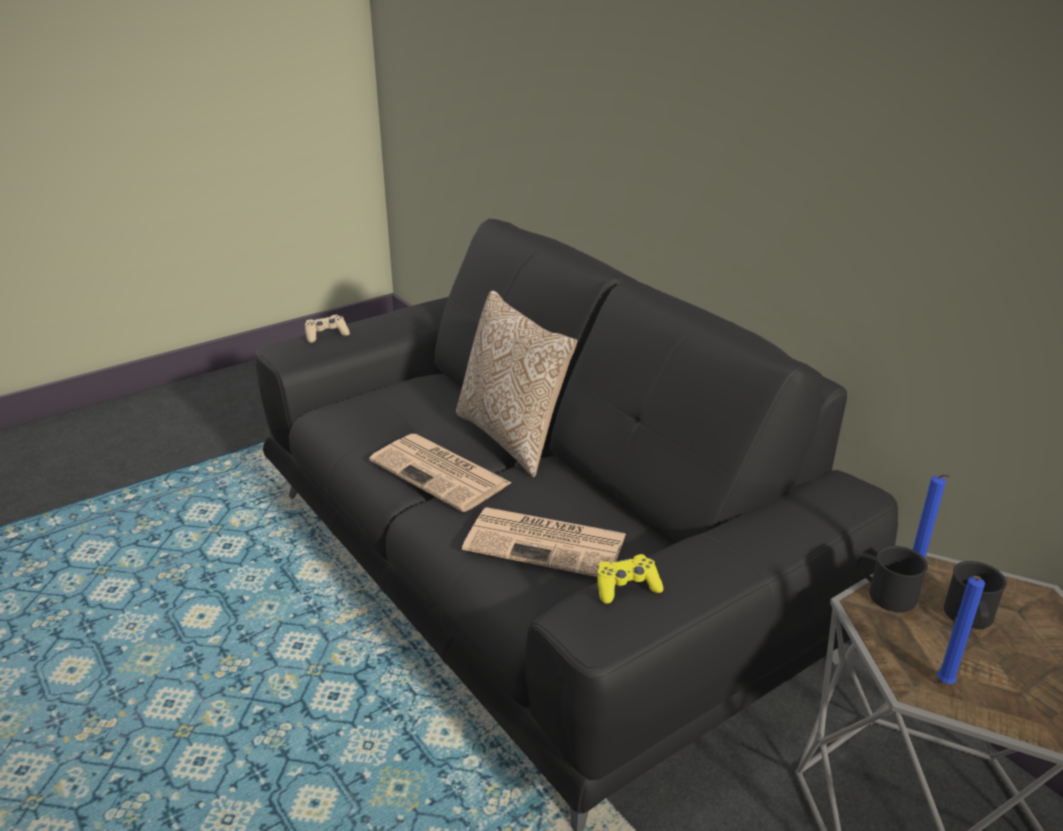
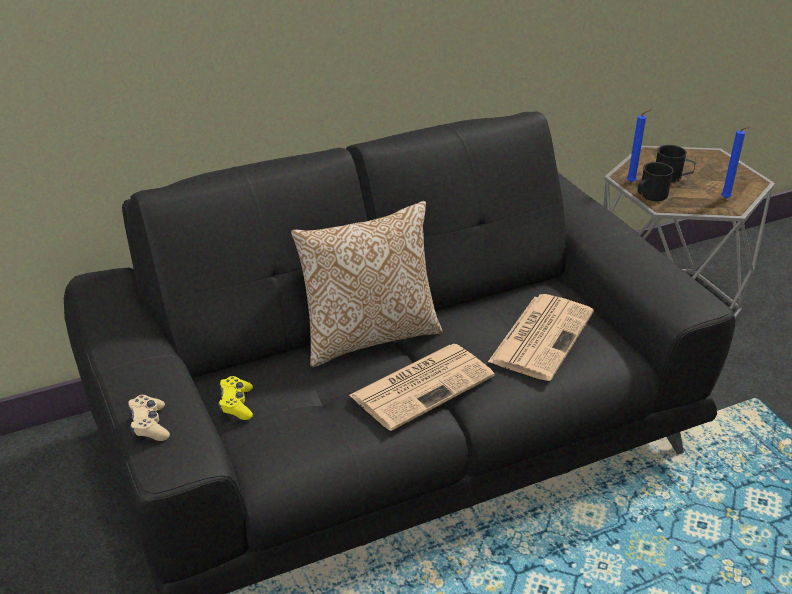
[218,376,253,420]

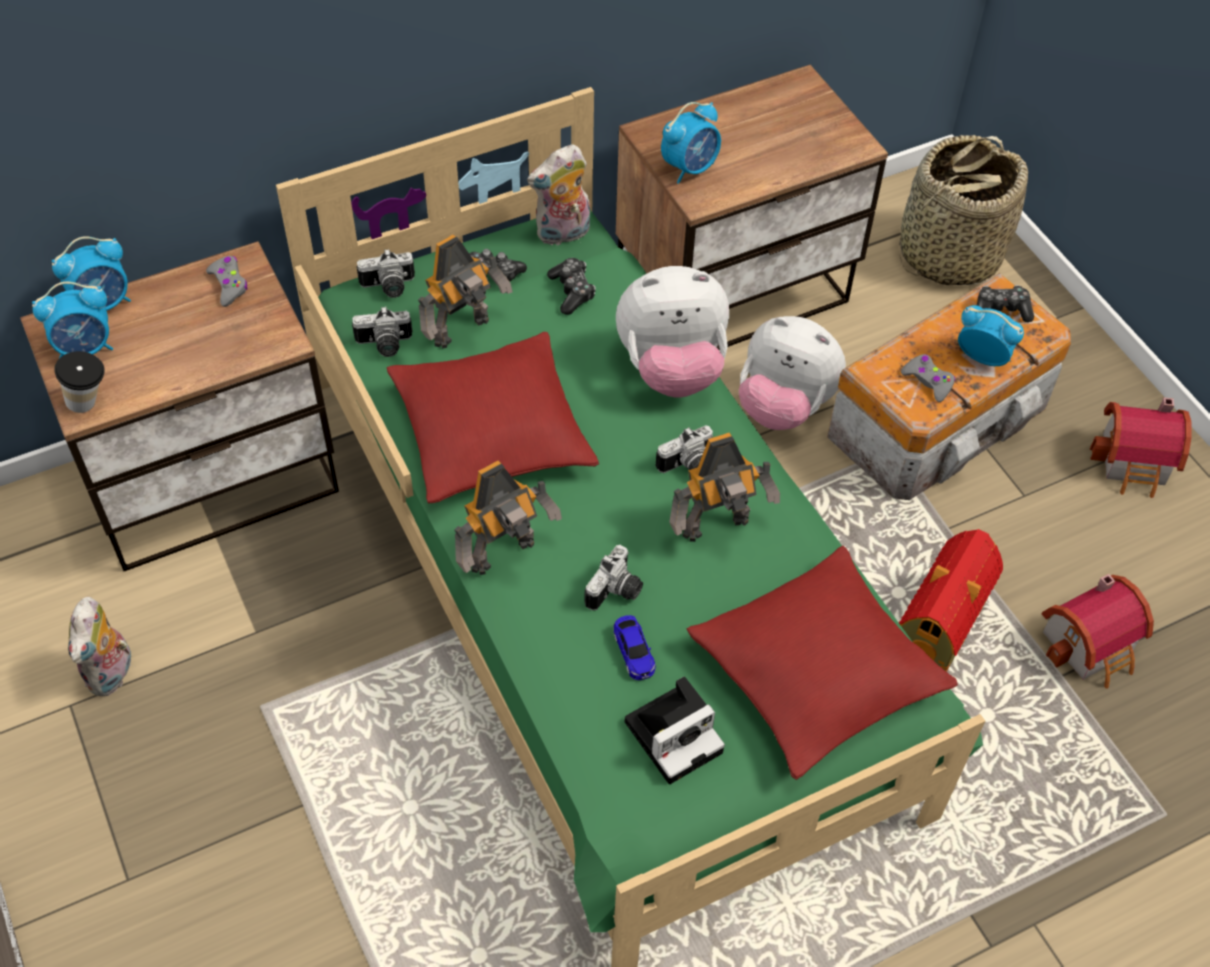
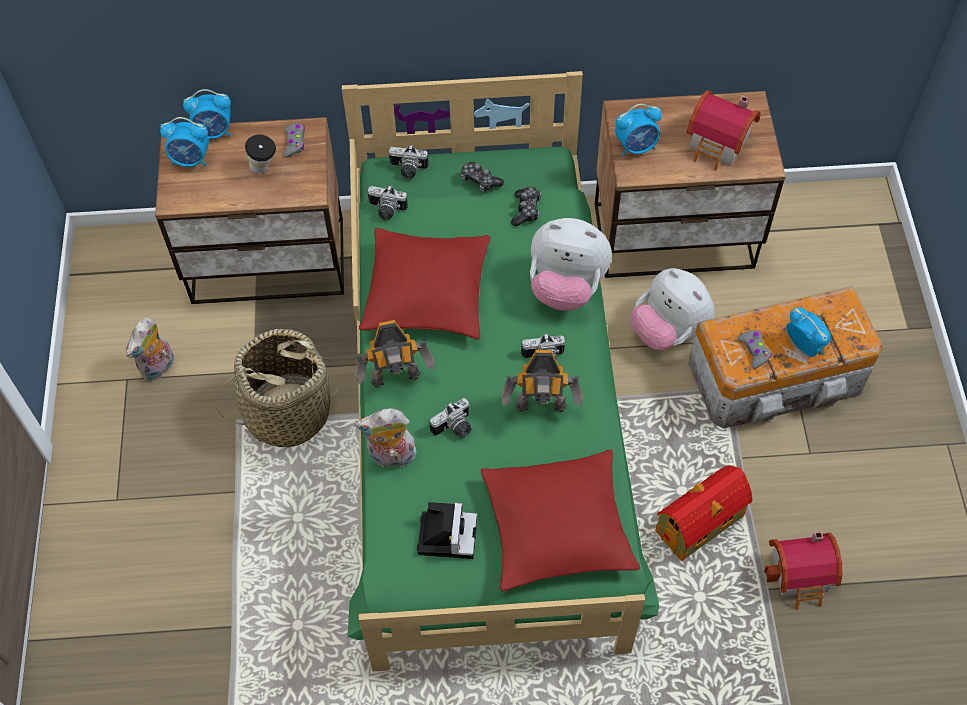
[216,329,341,448]
[355,408,419,467]
[418,235,513,349] (first image)
[977,285,1034,322] (first image)
[245,135,276,174]
[686,90,760,171]
[614,615,656,680] (first image)
[417,502,477,559]

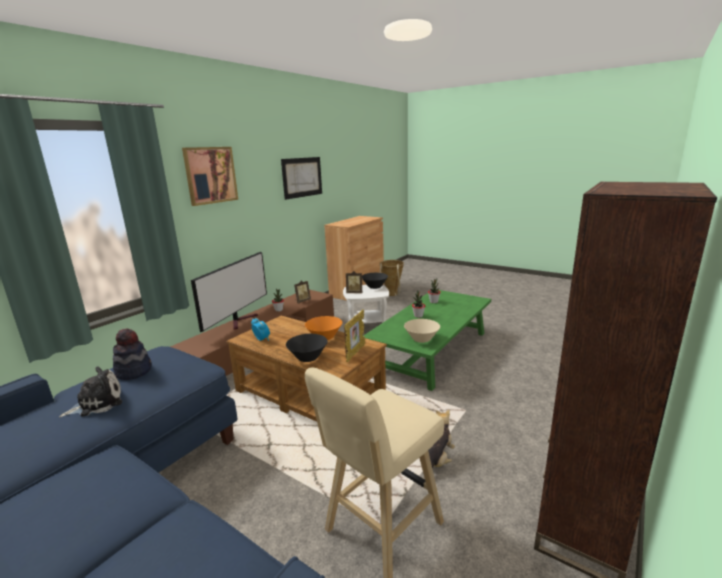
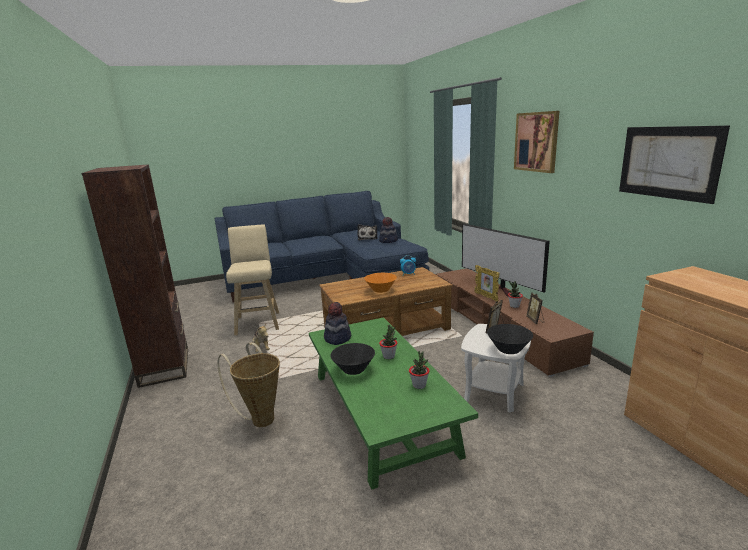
[217,342,280,427]
[474,265,500,301]
[324,302,351,345]
[330,343,375,375]

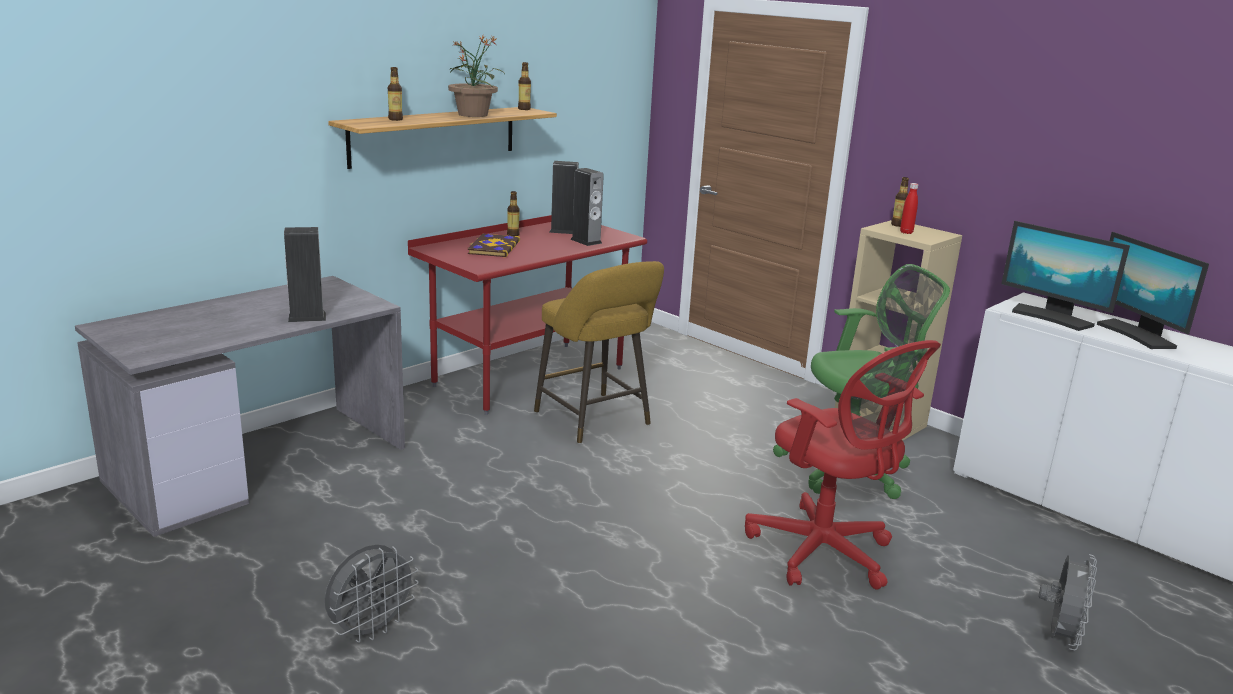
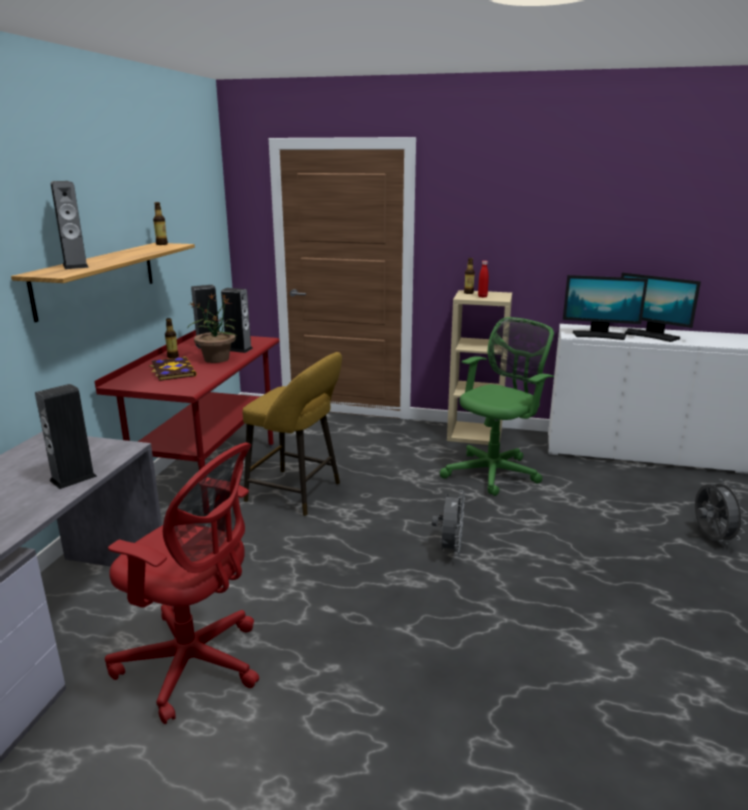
[188,293,237,363]
[51,181,89,269]
[105,443,259,724]
[432,490,465,557]

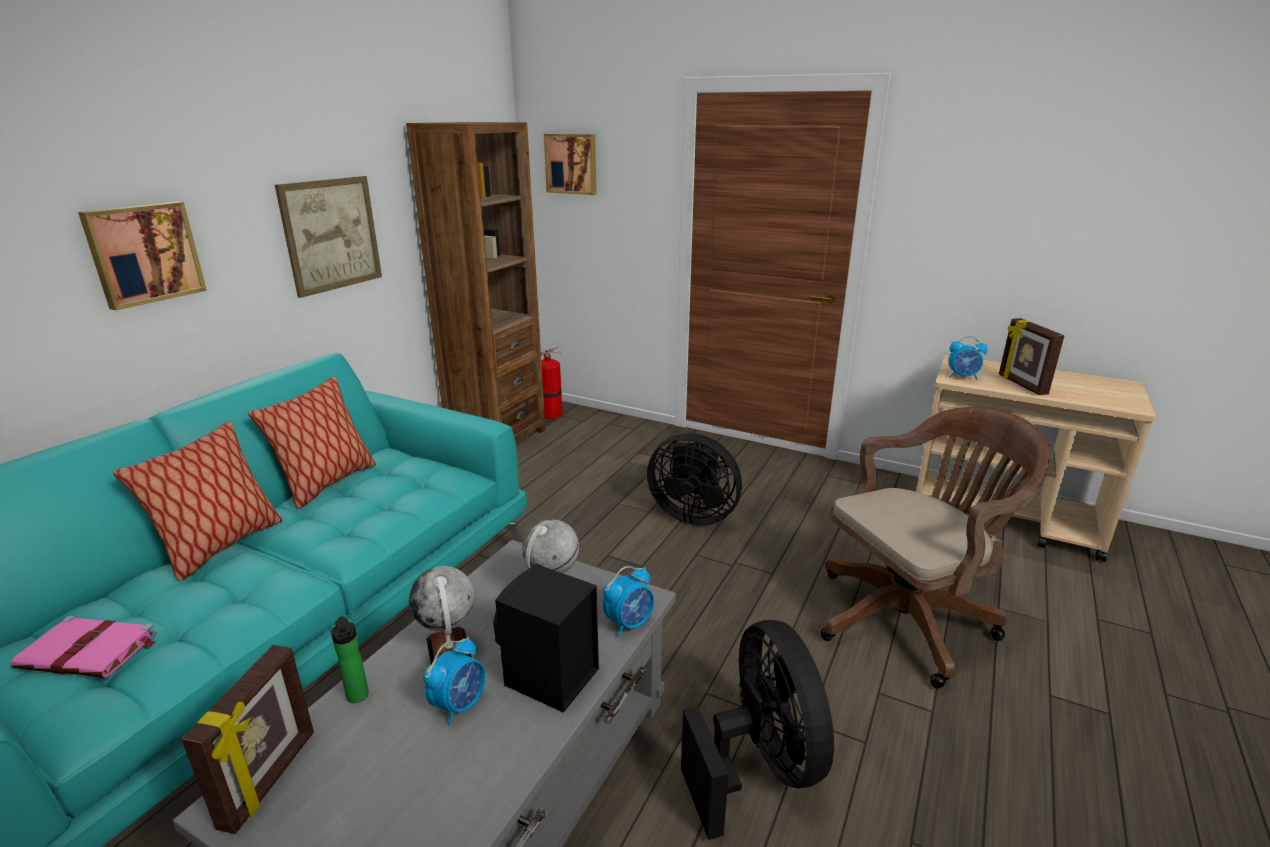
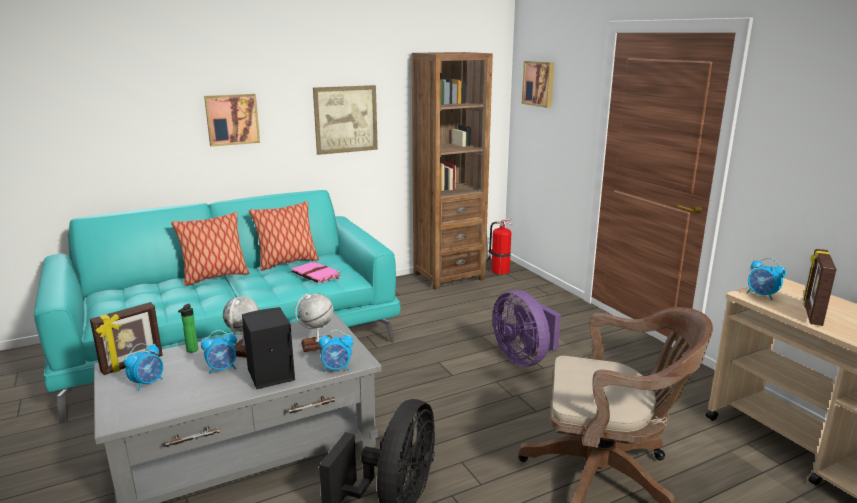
[493,290,561,367]
[292,261,341,283]
[124,343,163,391]

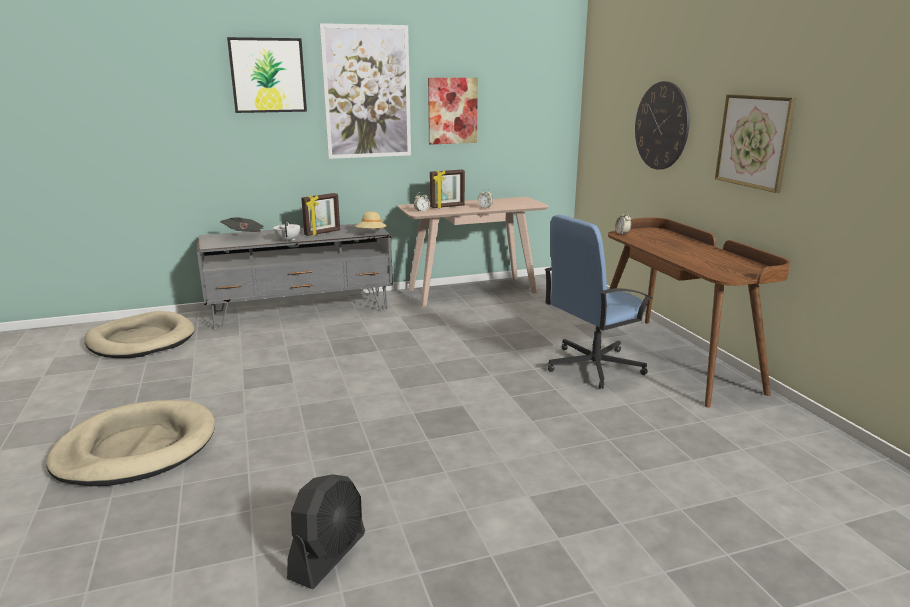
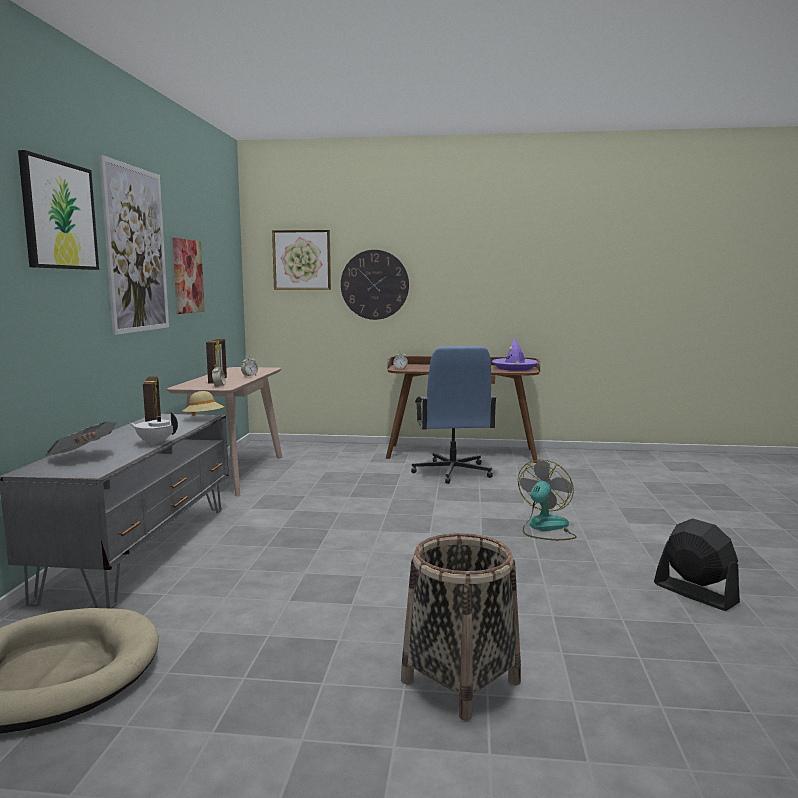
[272,230,331,290]
[401,533,521,721]
[492,338,538,371]
[518,459,577,540]

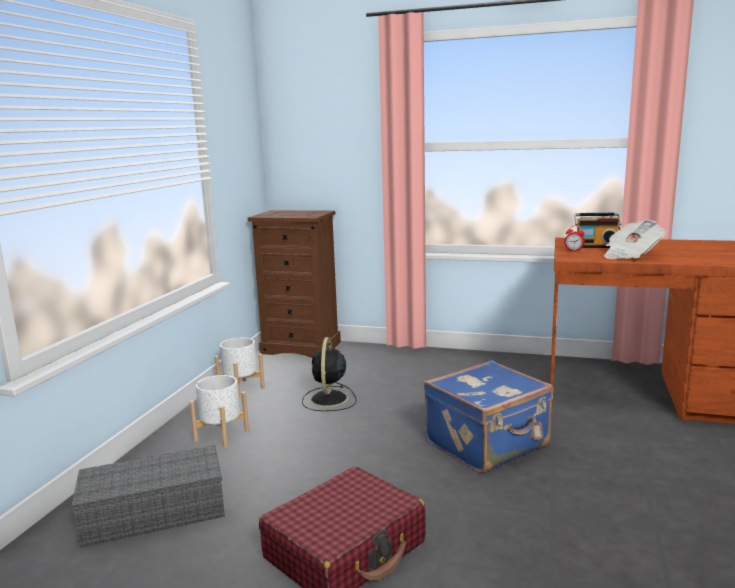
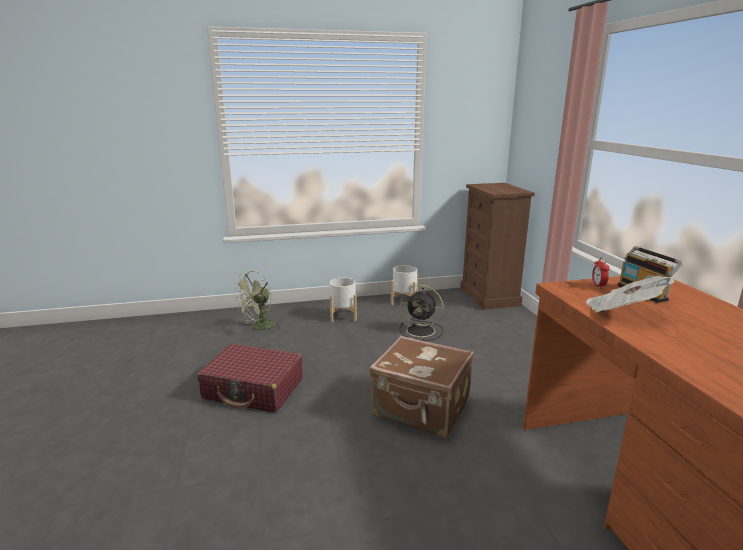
[399,285,443,341]
[369,335,474,438]
[233,271,280,332]

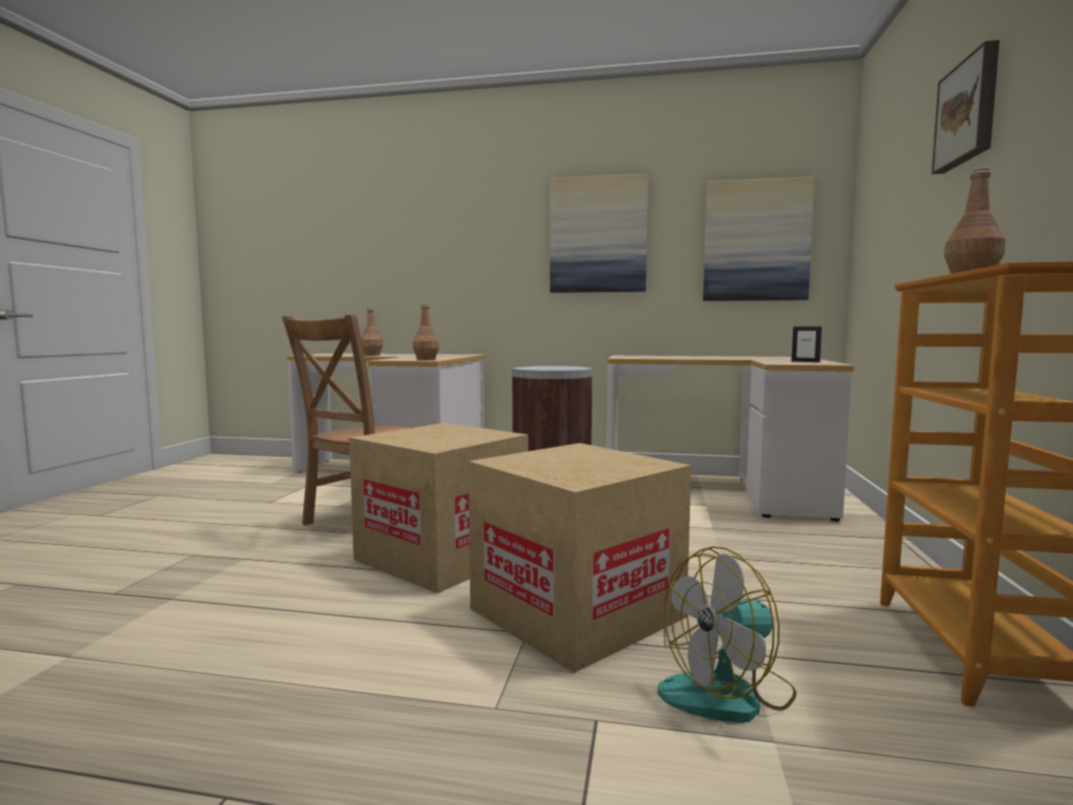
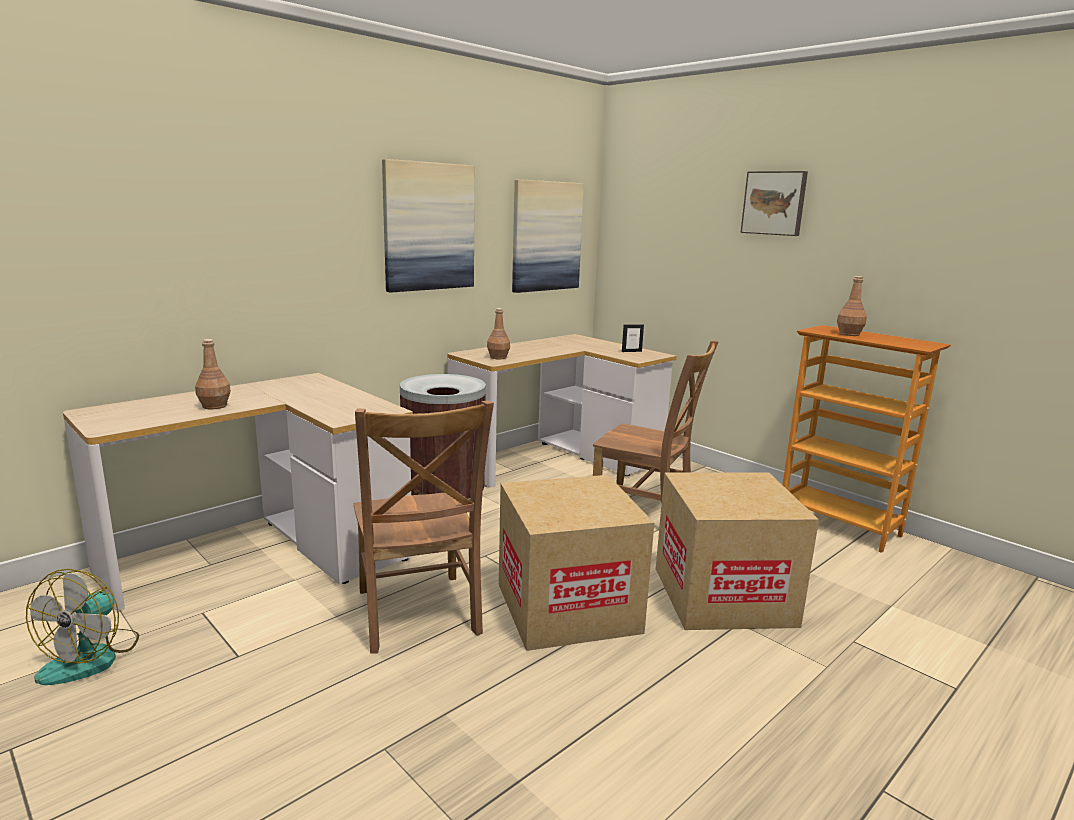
[487,308,510,359]
[26,569,139,685]
[593,340,719,504]

